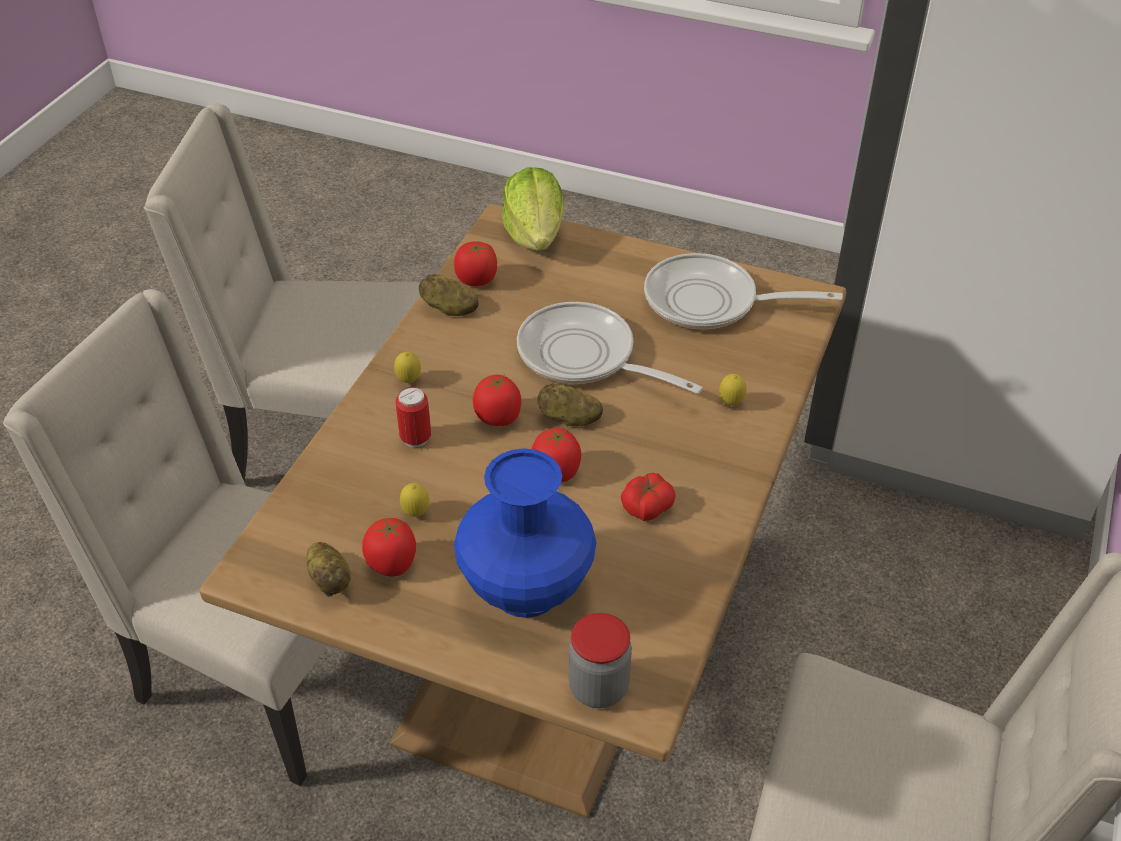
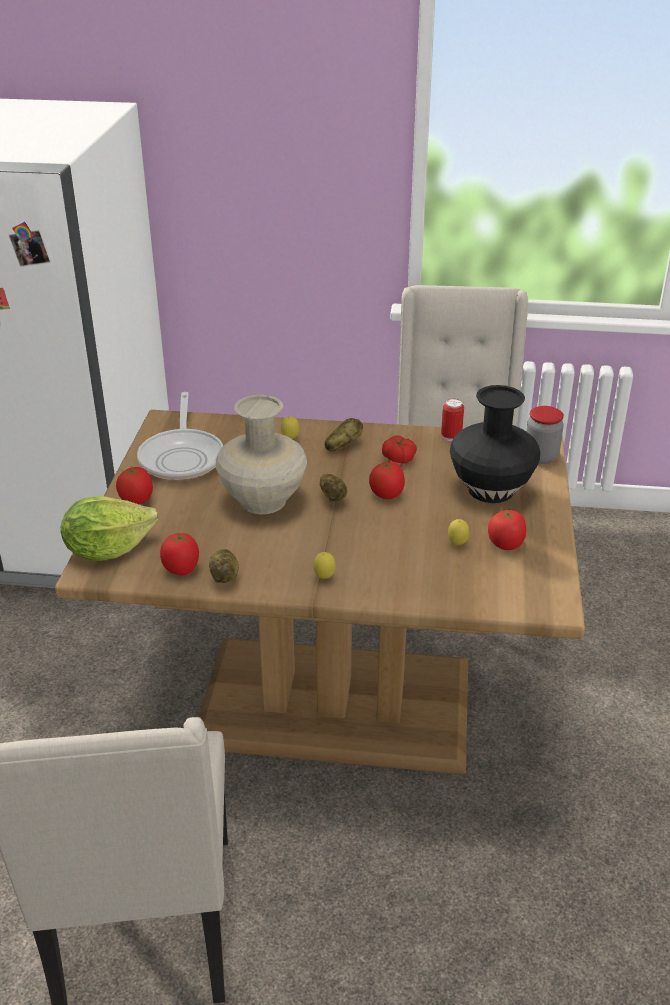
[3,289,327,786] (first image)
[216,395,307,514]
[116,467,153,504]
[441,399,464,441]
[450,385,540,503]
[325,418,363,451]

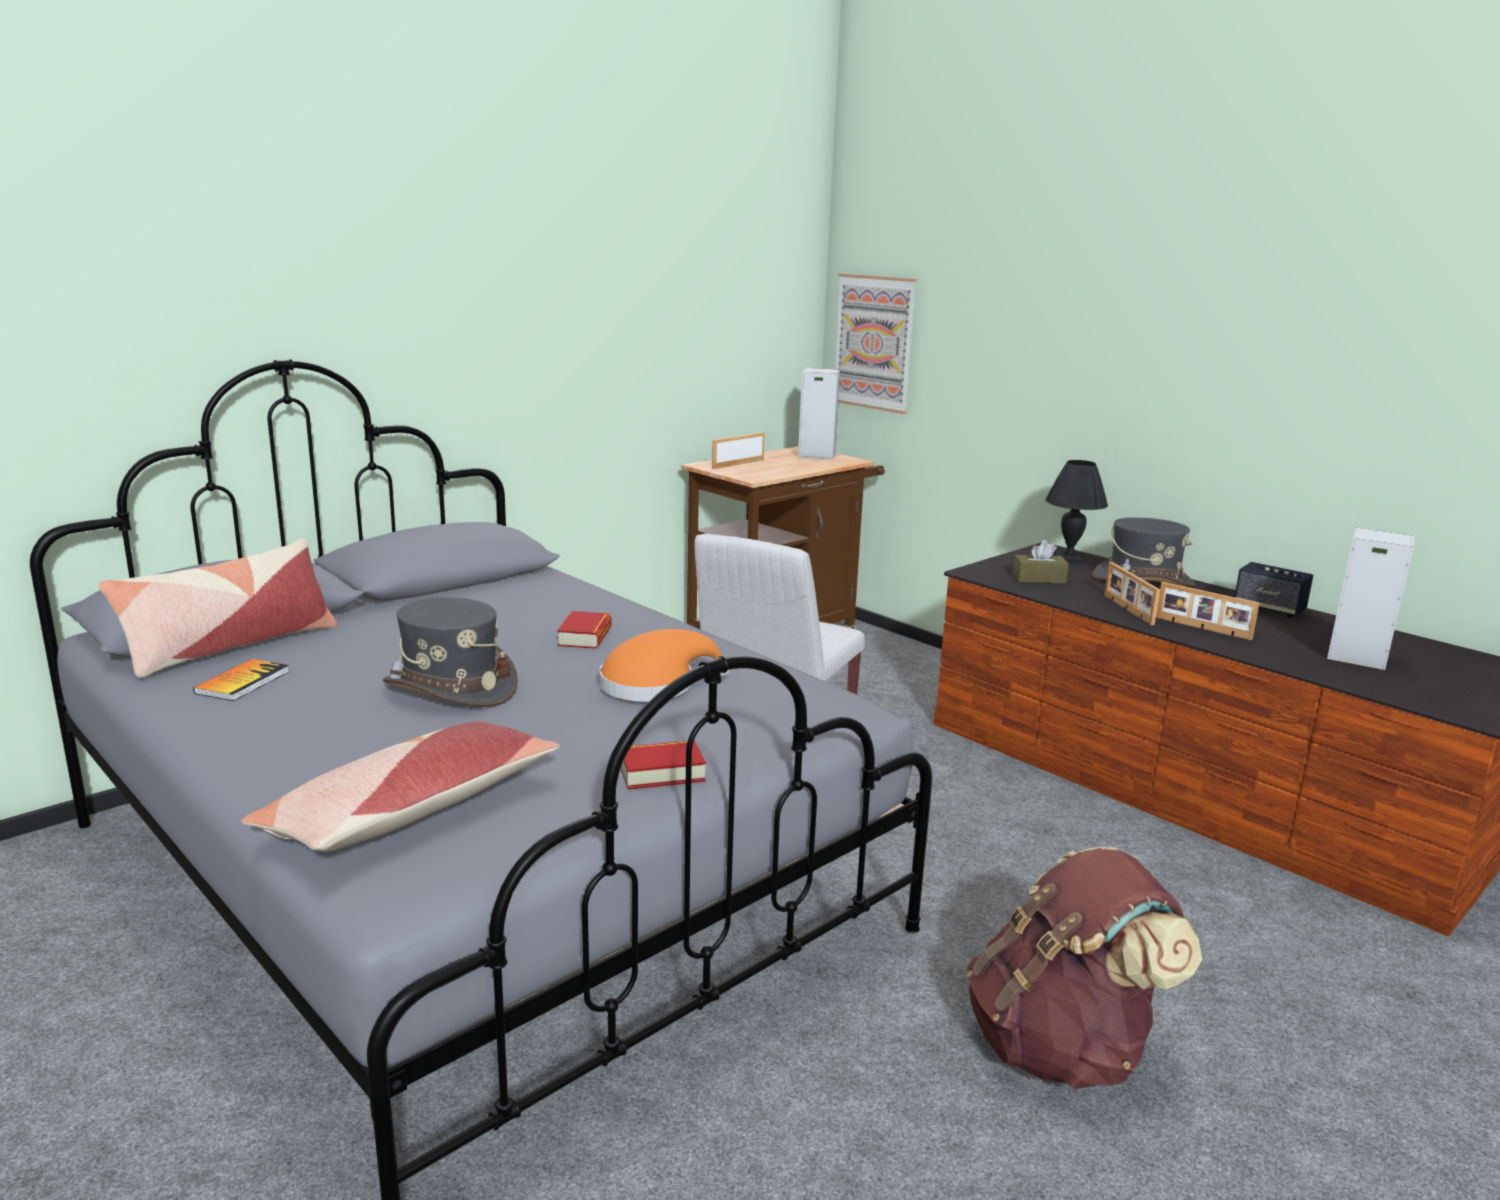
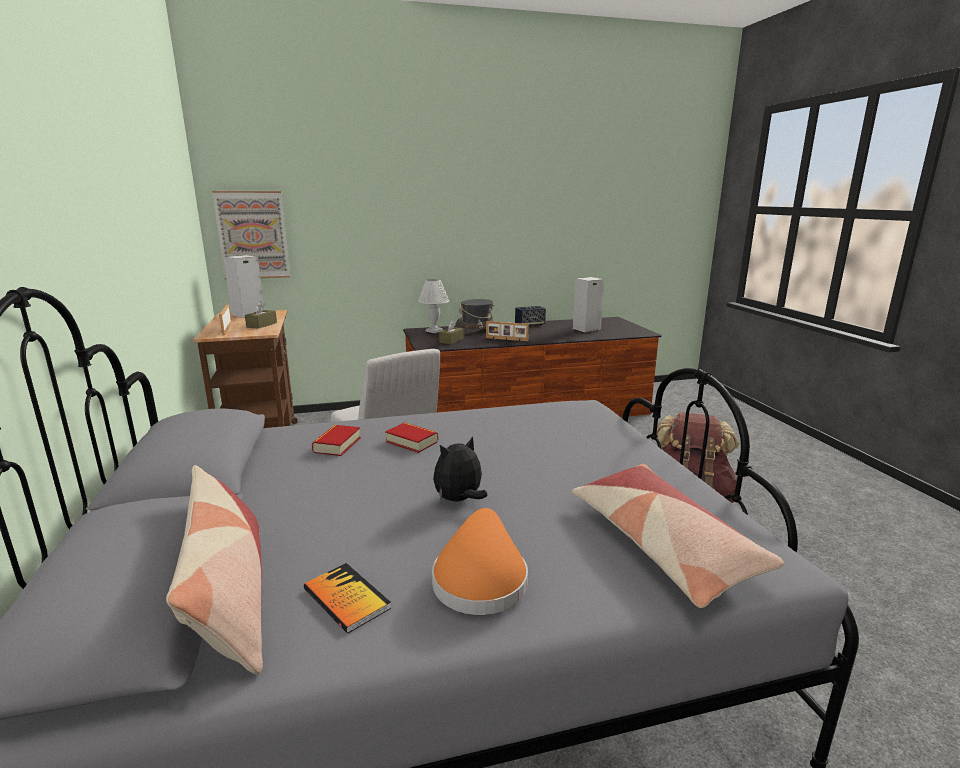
[418,279,449,333]
[1156,582,1259,640] (first image)
[433,436,487,502]
[432,508,528,615]
[312,425,361,456]
[245,301,277,329]

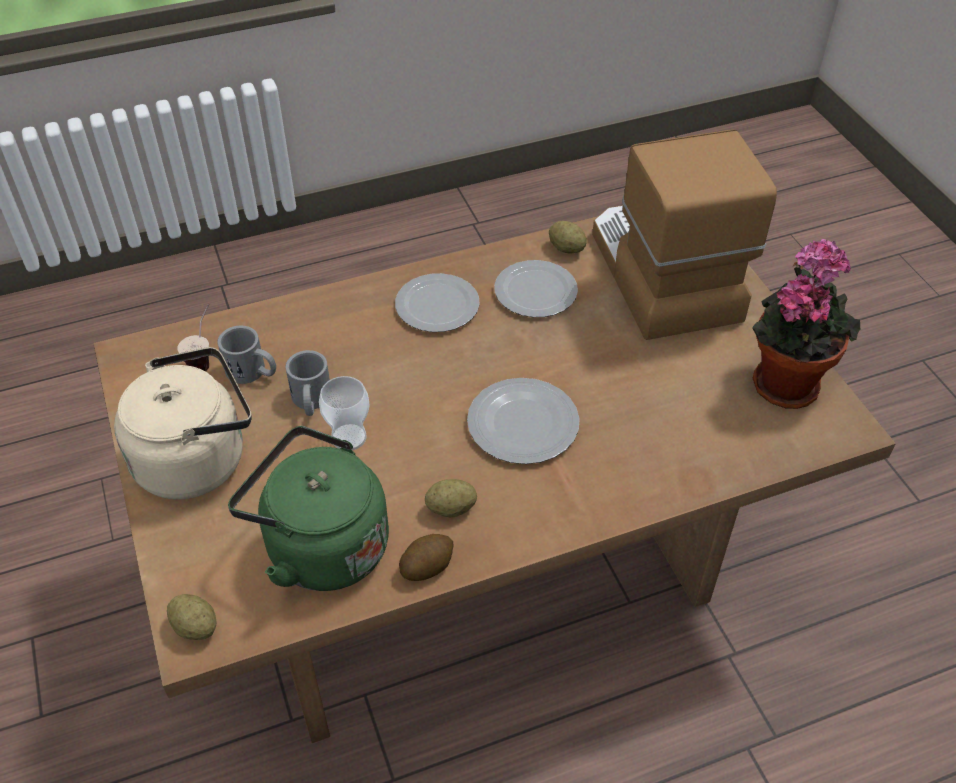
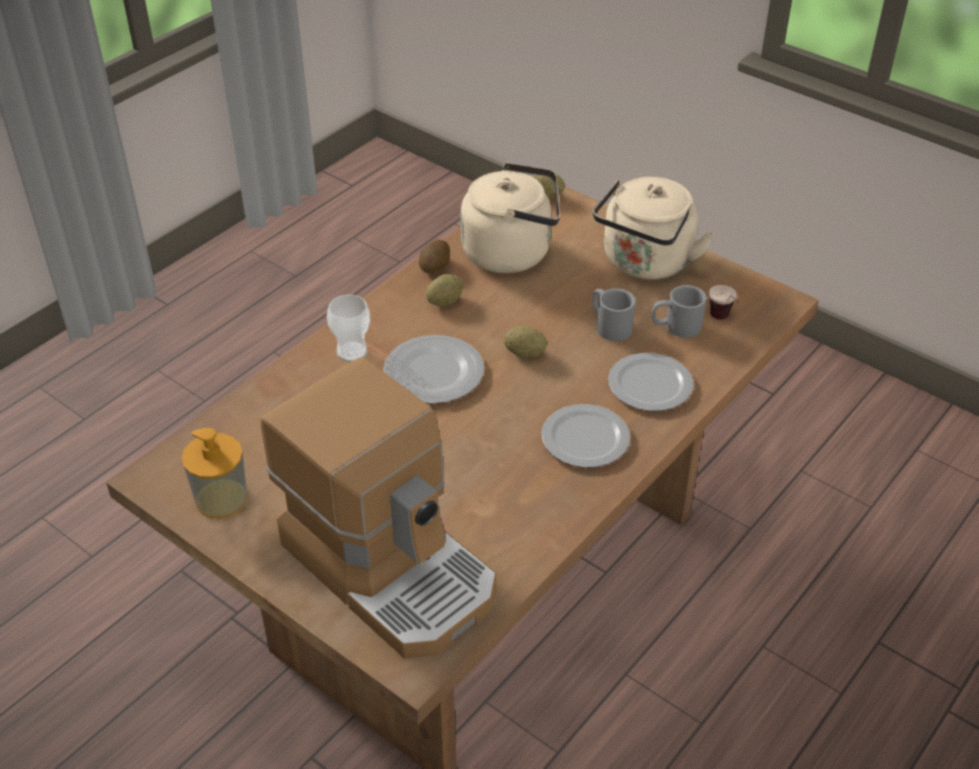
[504,326,547,358]
[181,428,248,519]
[608,353,693,411]
[327,295,370,362]
[461,163,560,273]

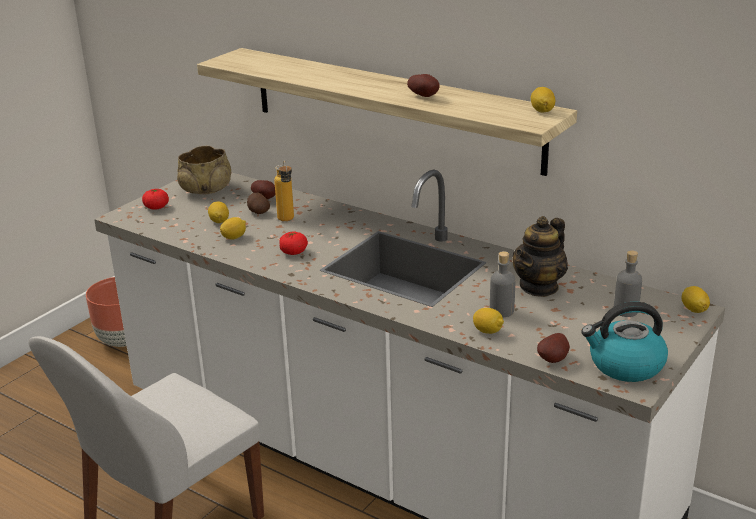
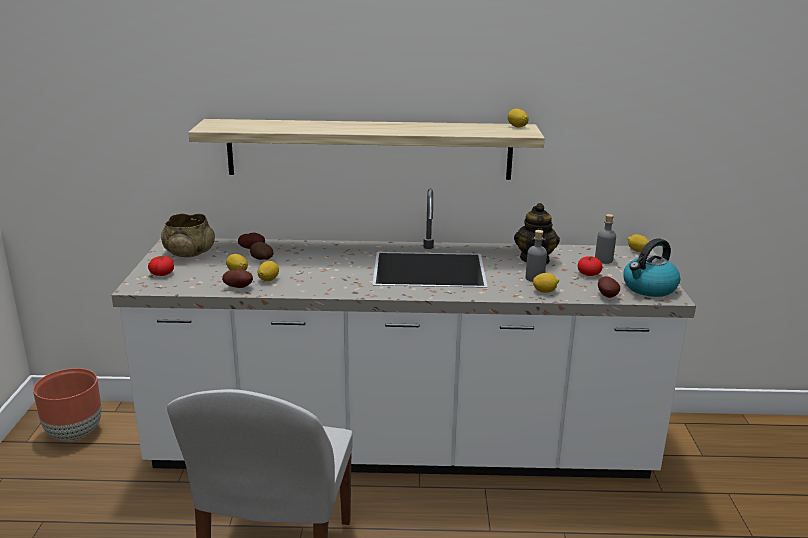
[222,269,253,288]
[274,161,294,221] (first image)
[578,256,602,276]

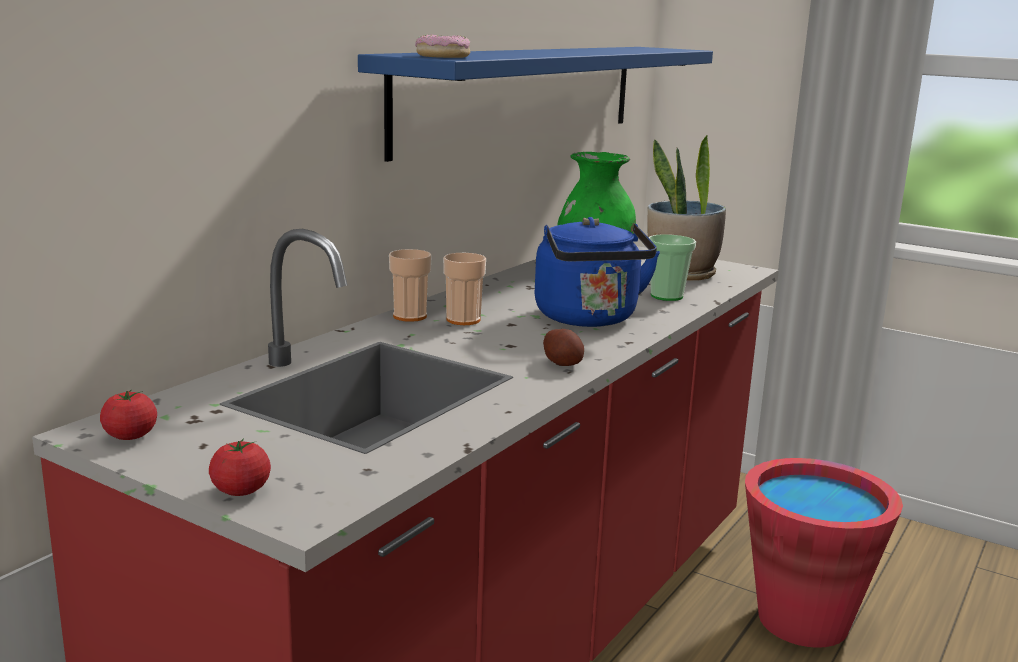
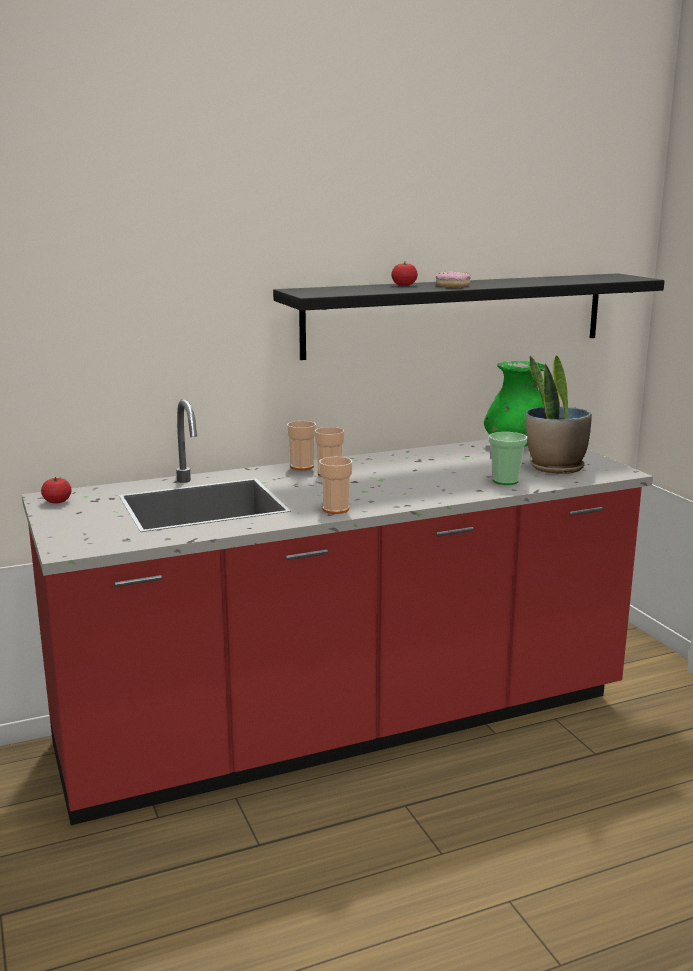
[436,271,470,287]
[273,273,665,360]
[535,217,660,327] (first image)
[319,457,353,514]
[391,262,418,286]
[745,458,903,648] (first image)

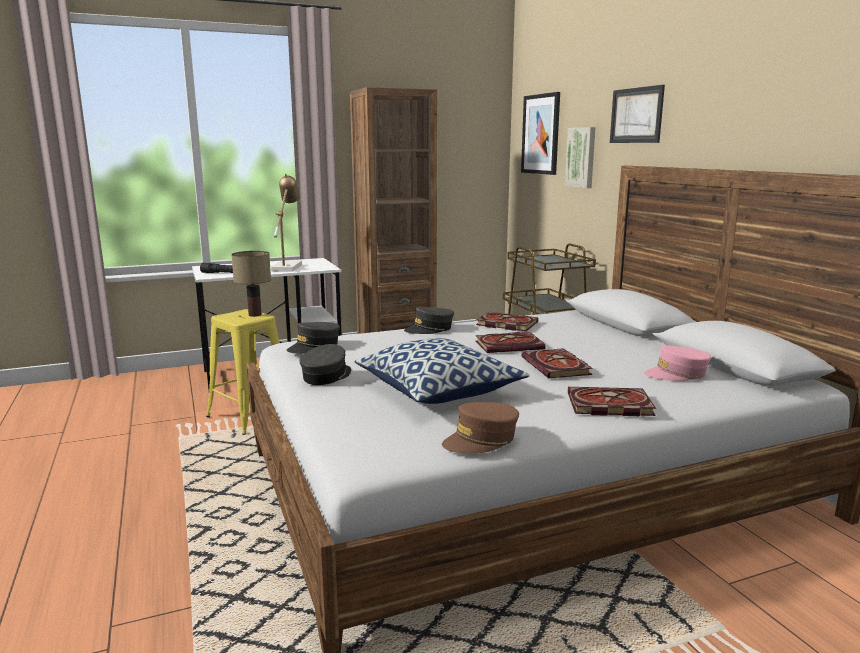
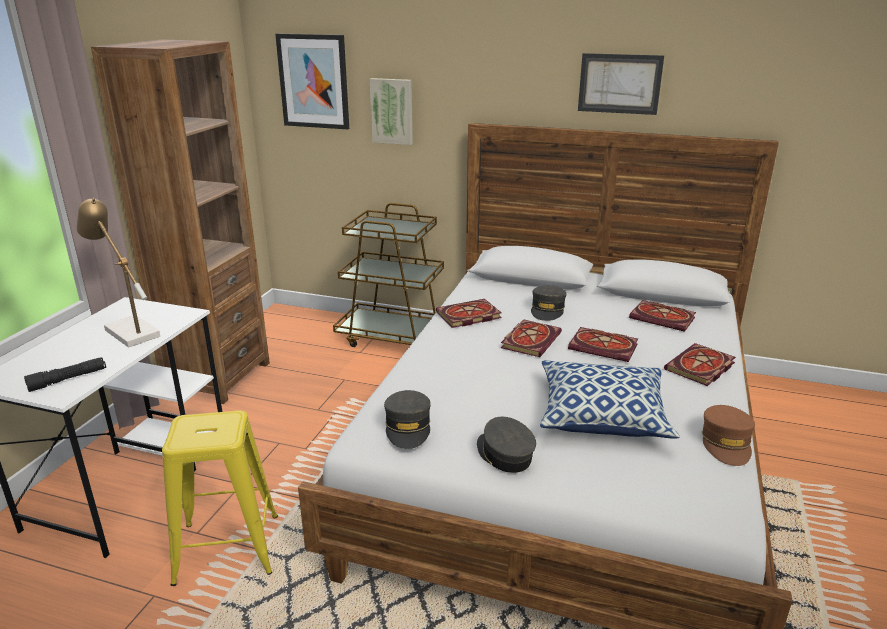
[578,53,664,115]
[231,251,271,317] (first image)
[531,285,567,321]
[629,300,696,332]

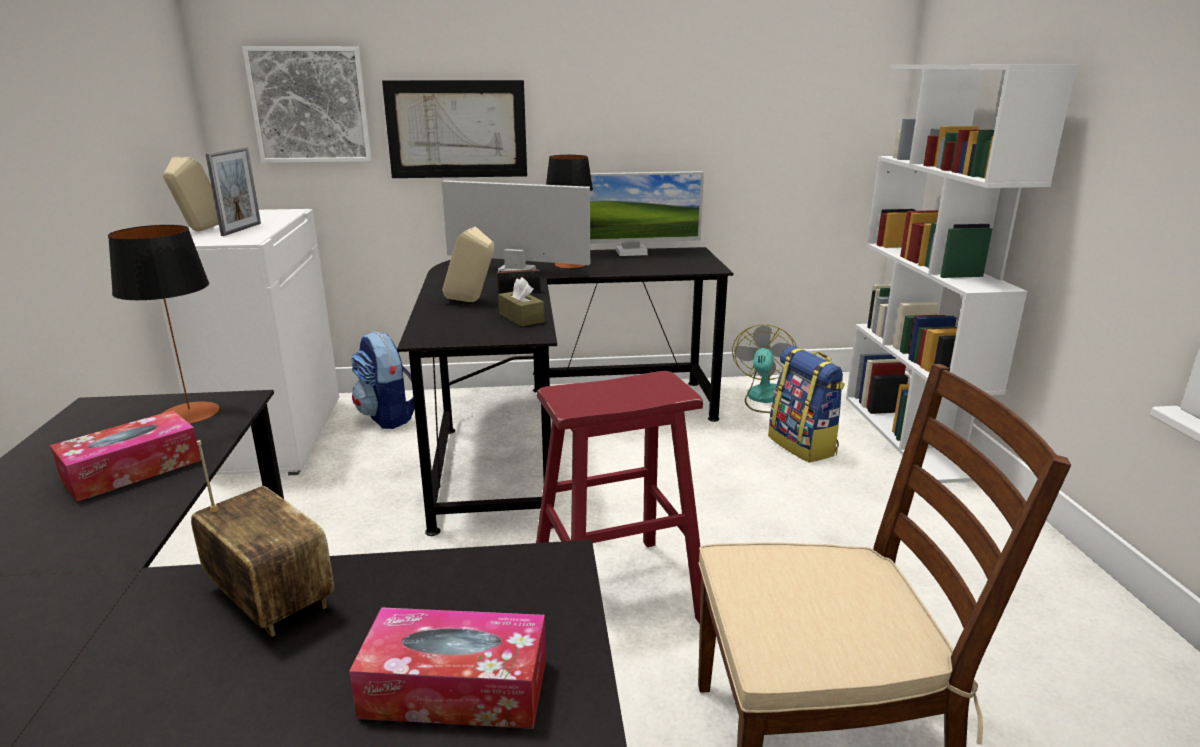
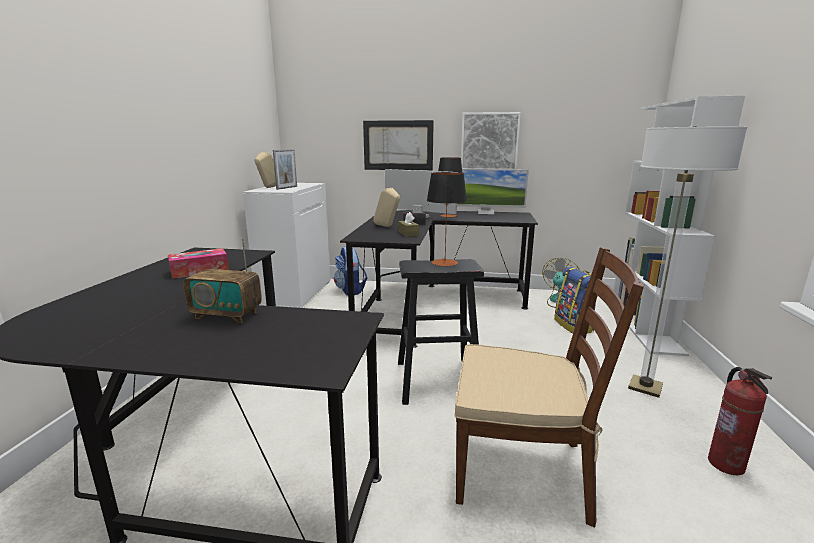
[461,112,521,169]
[427,172,467,266]
[398,259,484,405]
[183,238,262,323]
[349,607,546,729] (first image)
[628,126,747,398]
[708,367,772,475]

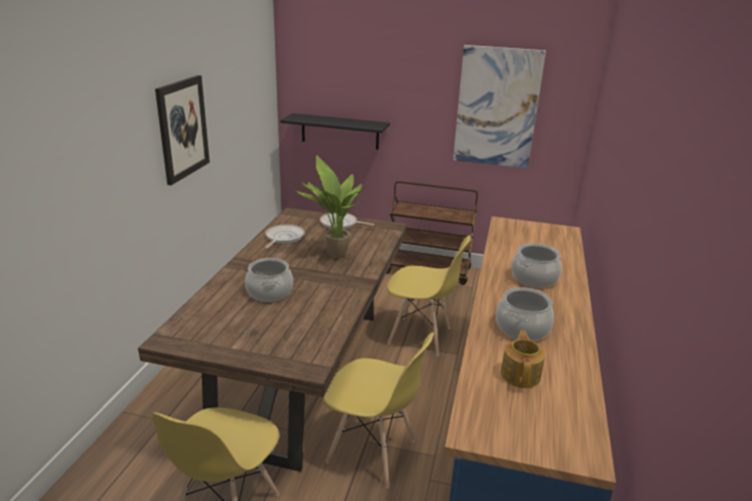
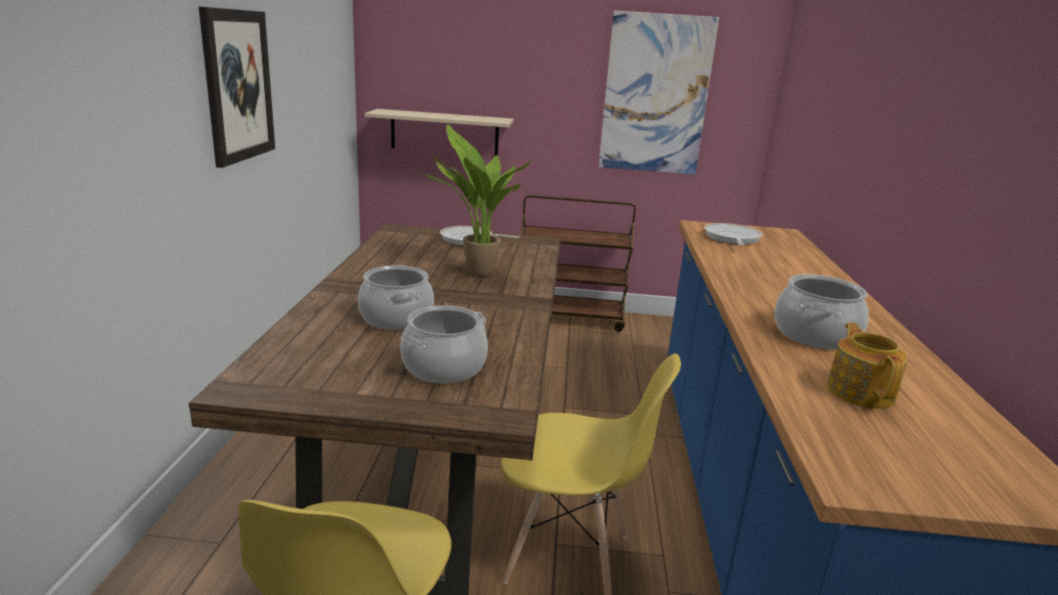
[364,109,514,156]
[704,223,763,246]
[387,235,471,356] (first image)
[400,305,488,383]

